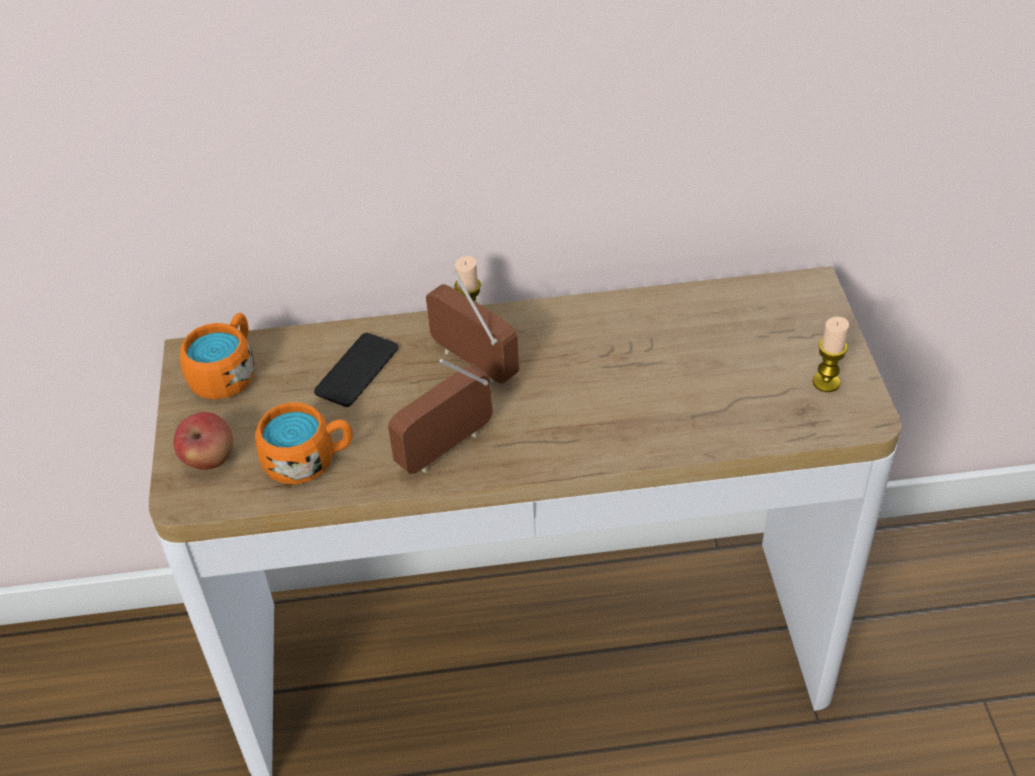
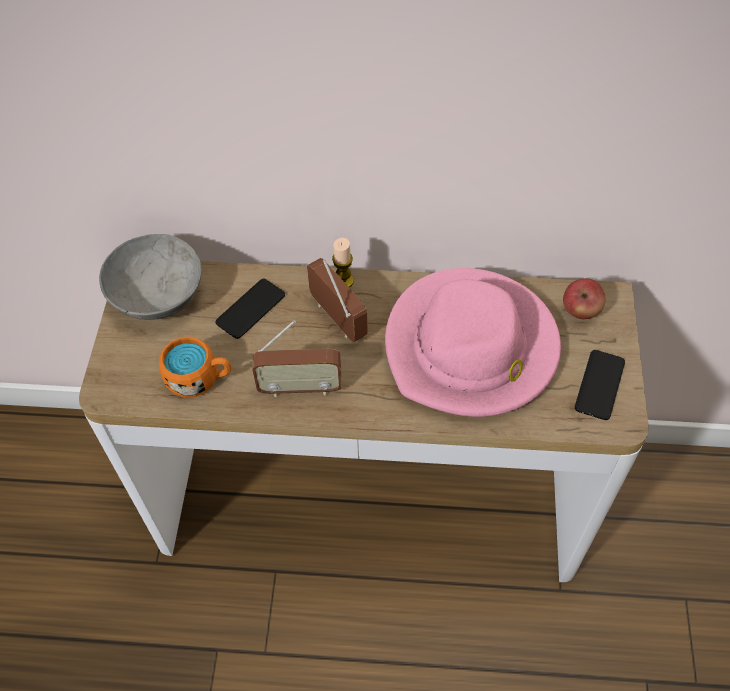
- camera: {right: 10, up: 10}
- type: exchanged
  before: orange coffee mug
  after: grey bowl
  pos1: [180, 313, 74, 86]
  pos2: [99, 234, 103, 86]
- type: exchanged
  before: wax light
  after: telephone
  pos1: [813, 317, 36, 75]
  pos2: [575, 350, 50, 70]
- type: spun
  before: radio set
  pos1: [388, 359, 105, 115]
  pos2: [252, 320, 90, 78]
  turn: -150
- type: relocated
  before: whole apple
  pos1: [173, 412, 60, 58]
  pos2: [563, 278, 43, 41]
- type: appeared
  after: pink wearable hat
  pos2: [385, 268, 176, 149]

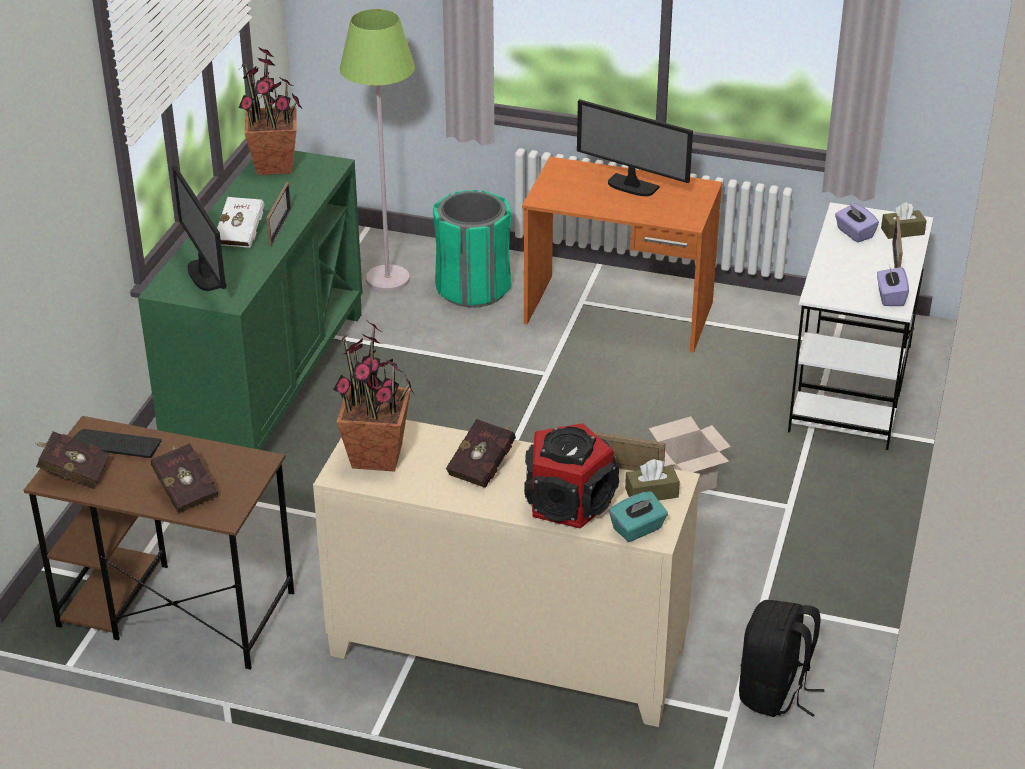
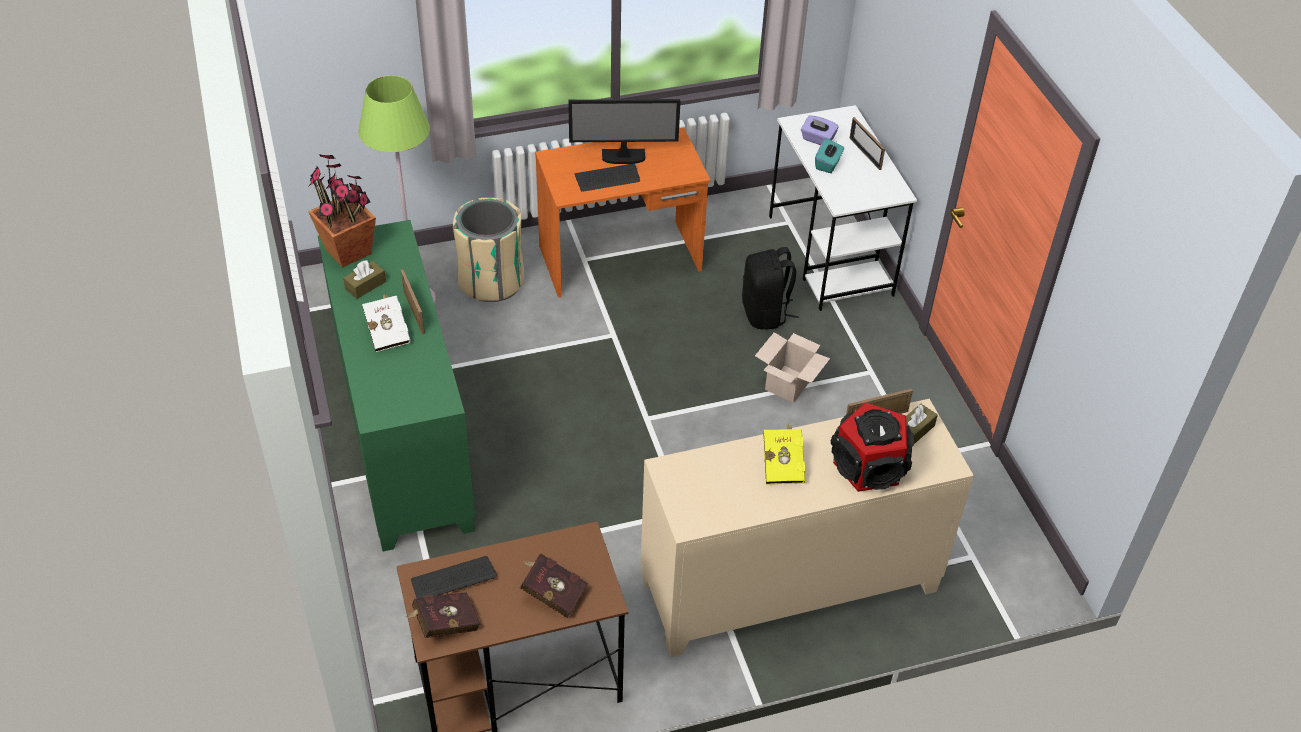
- camera: {right: -35, up: 10}
- type: missing
  before: computer screen
  pos1: [172, 165, 55, 126]
- type: colour
  before: greenish trash can
  after: beige-coloured trash can
  pos1: [433, 190, 78, 118]
  pos2: [453, 198, 71, 104]
- type: relocated
  before: brown tissue holder
  pos1: [881, 202, 46, 37]
  pos2: [343, 260, 43, 39]
- type: missing
  before: purple-coloured tissue holder
  pos1: [877, 264, 32, 42]
- type: missing
  before: potted plant
  pos1: [333, 323, 81, 149]
- type: colour
  before: reddish book
  after: yellow-coloured book
  pos1: [446, 419, 70, 69]
  pos2: [763, 423, 42, 62]
- type: relocated
  before: turquoise-coloured tissue holder
  pos1: [609, 491, 59, 51]
  pos2: [815, 138, 29, 35]
- type: relocated
  before: black knapsack
  pos1: [739, 600, 85, 117]
  pos2: [742, 247, 57, 82]
- type: appeared
  after: PC keyboard
  pos2: [575, 163, 65, 29]

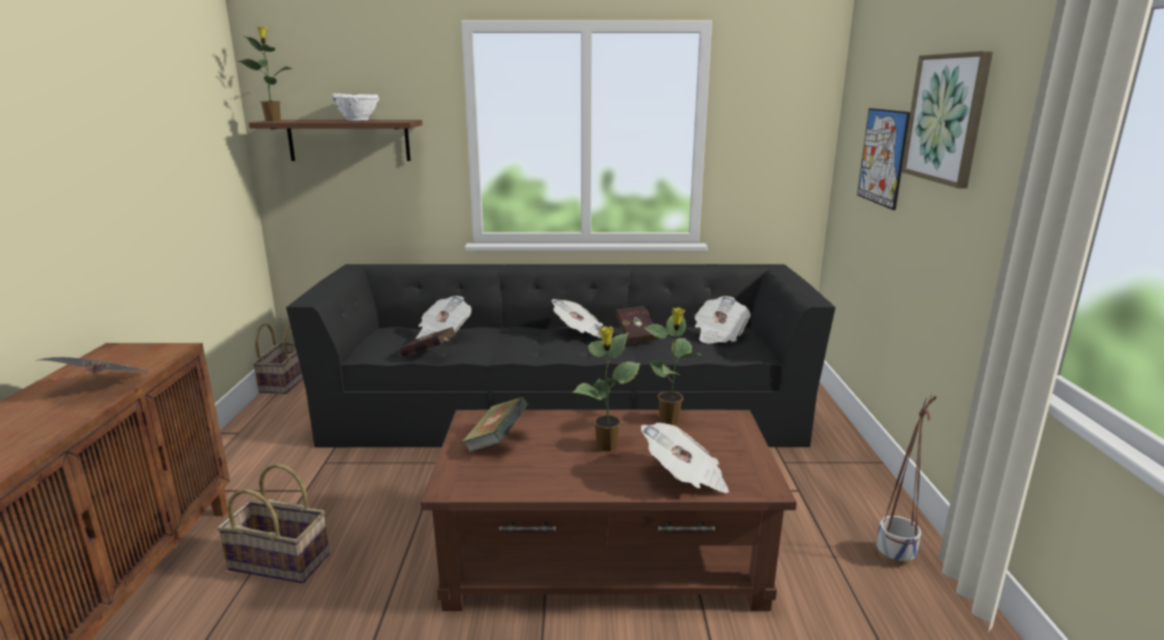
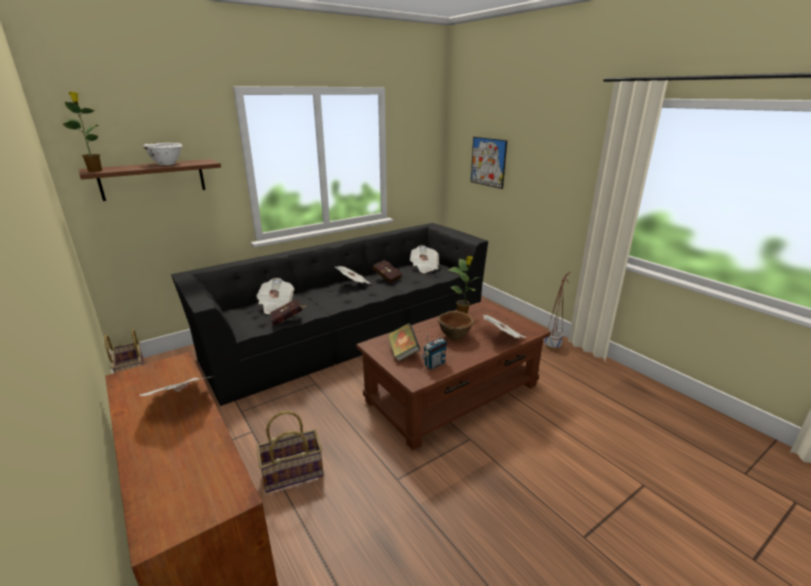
- camera: {right: -35, up: 5}
- type: missing
  before: picture
  pos1: [901, 51, 92, 137]
- type: exchanged
  before: potted plant
  after: brown bowl
  pos1: [573, 326, 67, 125]
  pos2: [438, 311, 36, 30]
- type: appeared
  after: radio set
  pos2: [421, 334, 26, 36]

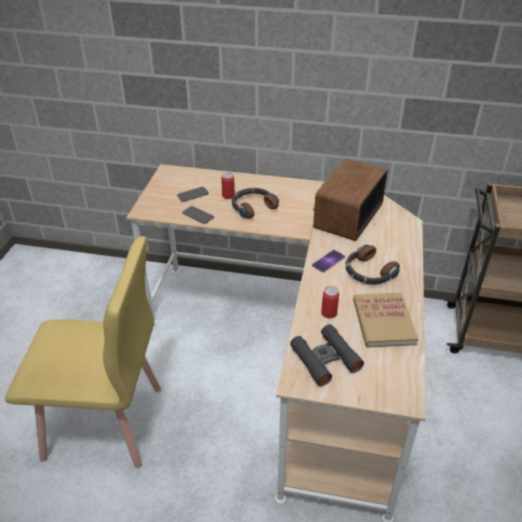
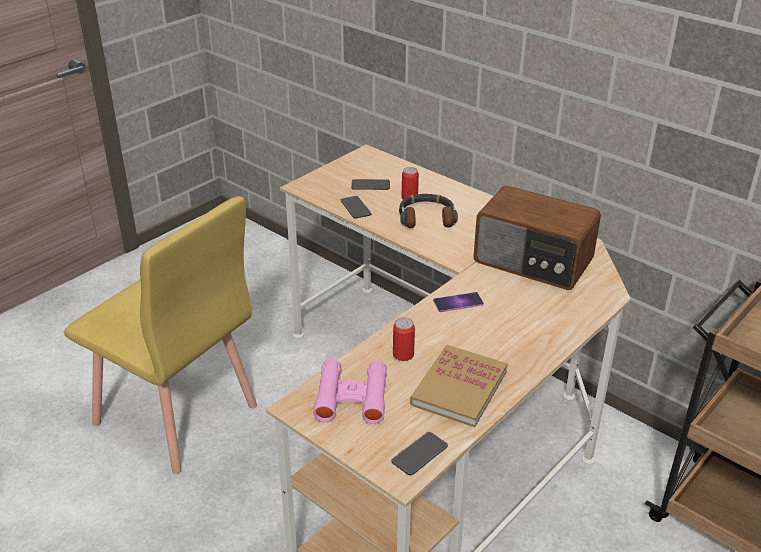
- camera: {right: 30, up: -5}
- type: spun
  before: radio set
  pos1: [313, 159, 75, 82]
  pos2: [473, 186, 128, 104]
  turn: -120
- type: missing
  before: pair of headphones
  pos1: [346, 244, 54, 41]
- type: colour
  before: black binoculars
  after: pink binoculars
  pos1: [290, 324, 74, 62]
  pos2: [313, 358, 74, 66]
- type: appeared
  after: telephone
  pos2: [391, 432, 57, 43]

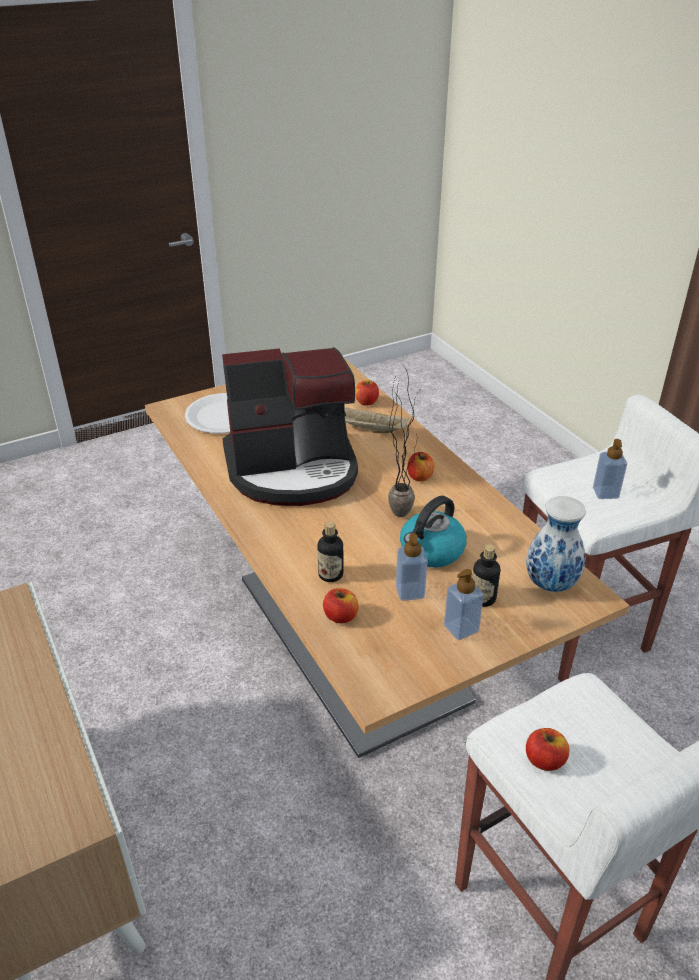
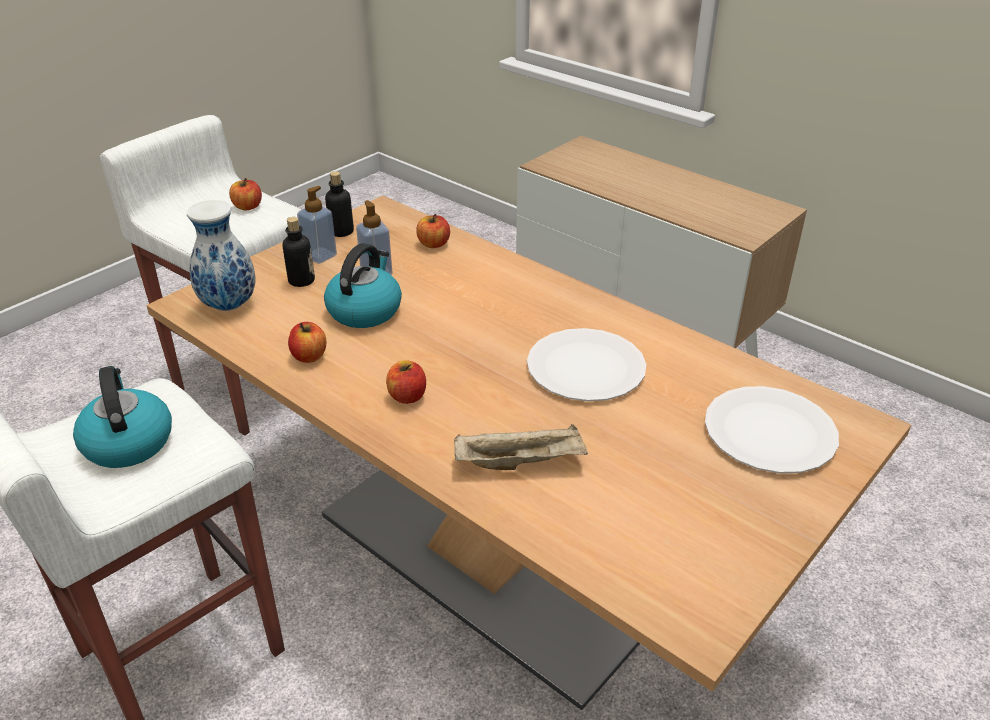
- camera: {right: 160, up: 0}
- type: exchanged
  before: coffee machine
  after: whitish dinner plate
  pos1: [222, 347, 136, 159]
  pos2: [527, 328, 119, 73]
- type: missing
  before: potted plant
  pos1: [388, 368, 31, 149]
- type: relocated
  before: whole apple
  pos1: [355, 380, 24, 25]
  pos2: [288, 322, 38, 41]
- type: exchanged
  before: soap dispenser
  after: water kettle
  pos1: [593, 439, 34, 60]
  pos2: [73, 366, 99, 102]
- type: relocated
  before: drink bottle
  pos1: [317, 521, 26, 61]
  pos2: [325, 171, 29, 66]

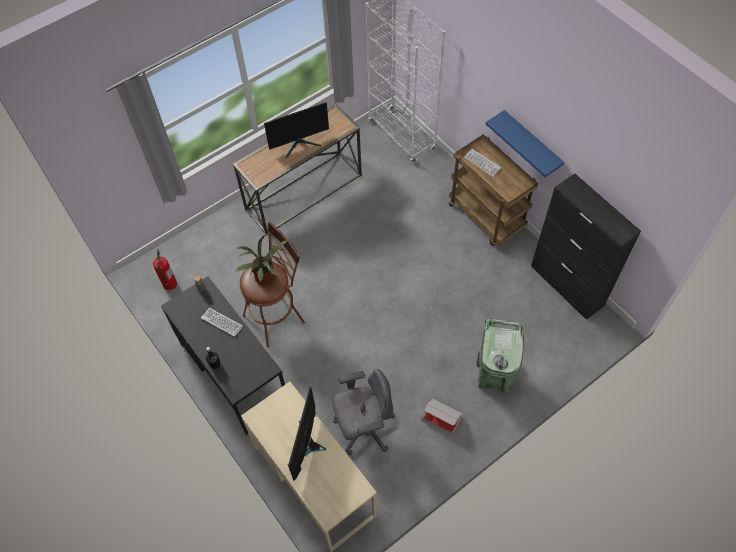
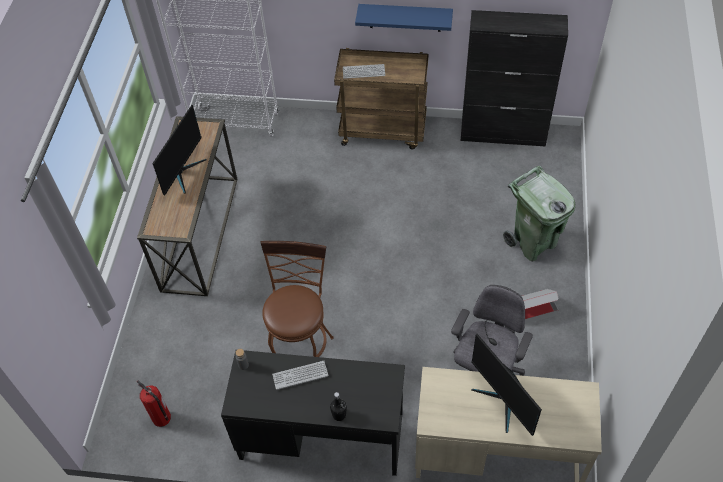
- camera: {right: -45, up: -5}
- type: missing
  before: potted plant
  pos1: [235, 233, 53, 53]

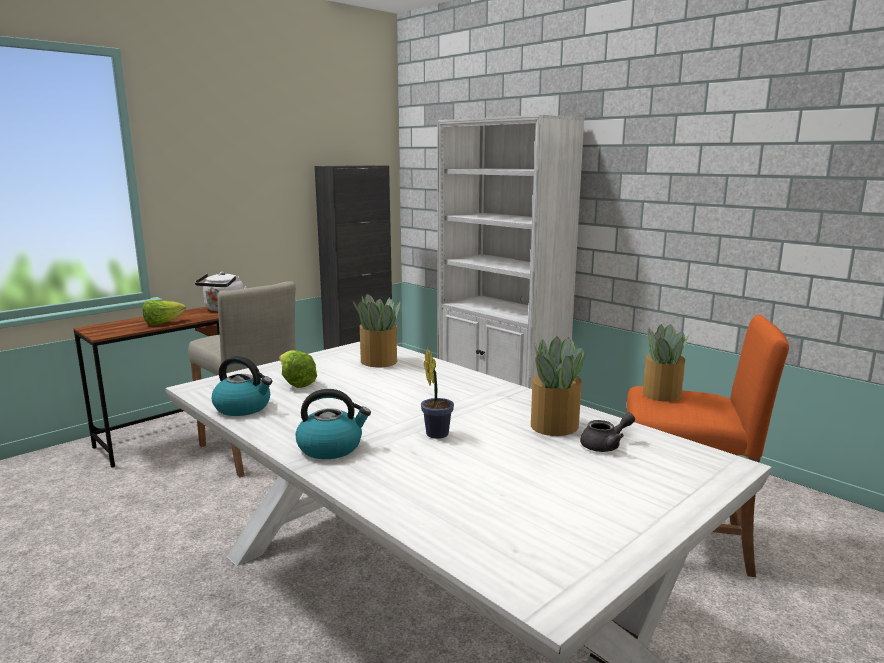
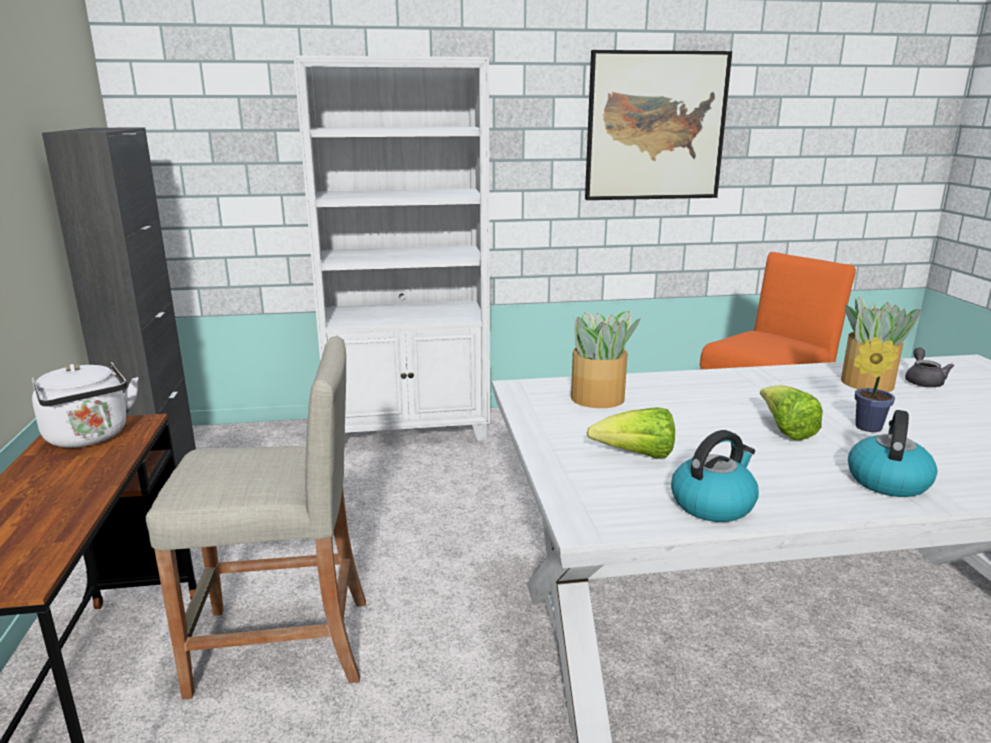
- camera: {right: -55, up: 5}
- type: relocated
  before: lettuce
  pos1: [142, 300, 44, 25]
  pos2: [760, 385, 63, 55]
- type: missing
  before: potted plant
  pos1: [643, 324, 47, 78]
- type: appeared
  after: picture
  pos2: [585, 50, 147, 150]

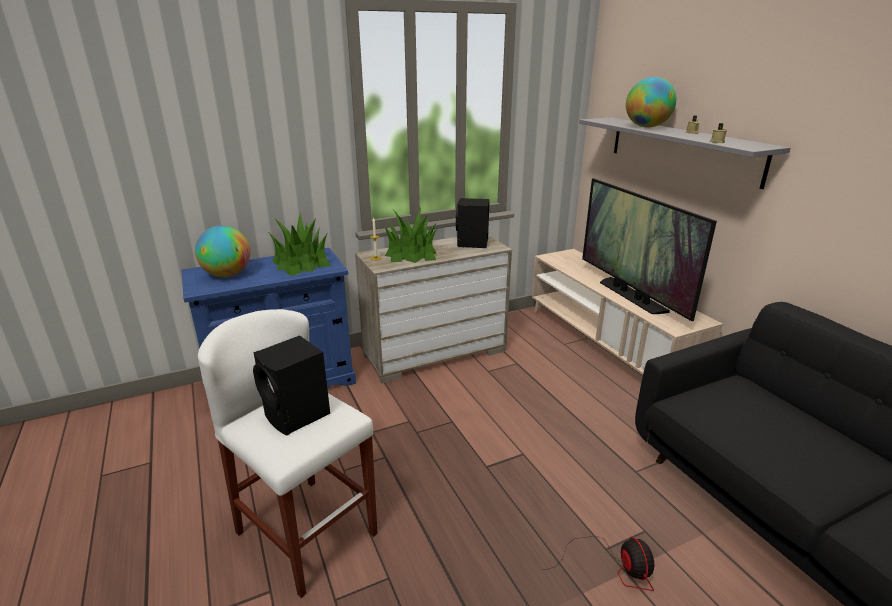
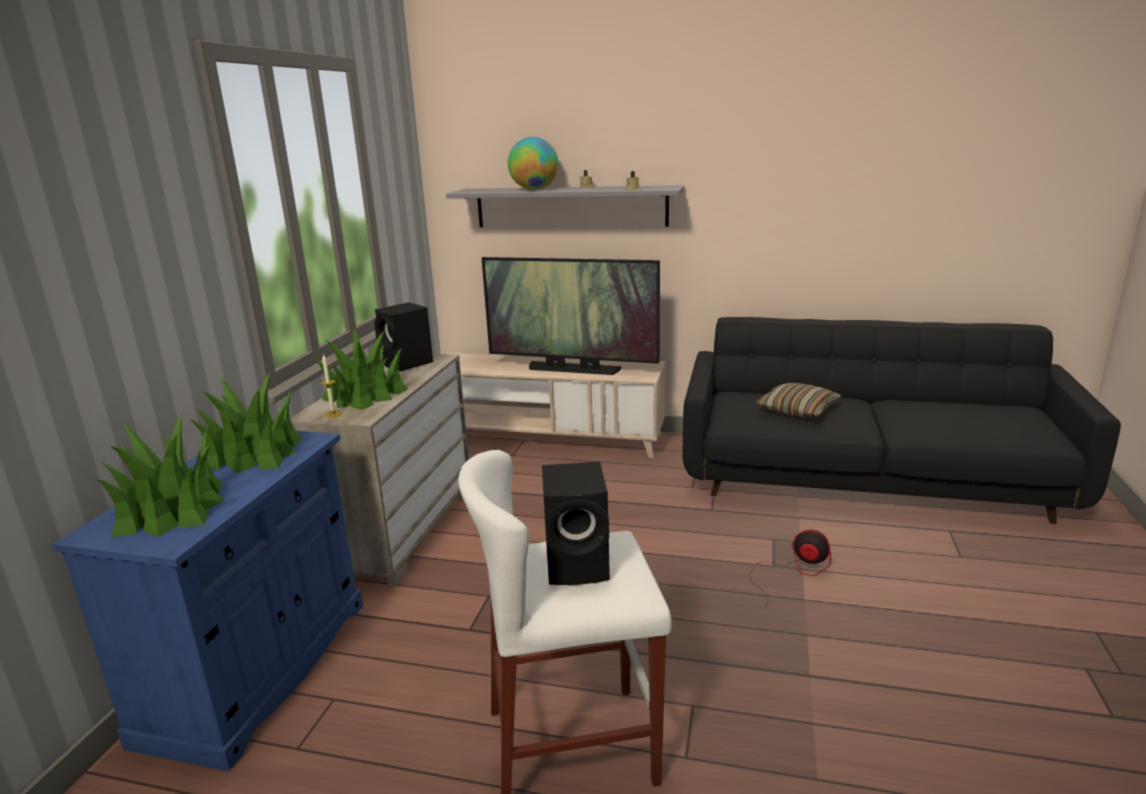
- camera: {right: -50, up: -5}
- type: exchanged
  before: world globe
  after: potted plant
  pos1: [195, 226, 56, 51]
  pos2: [96, 412, 128, 125]
- type: appeared
  after: cushion
  pos2: [756, 383, 86, 34]

